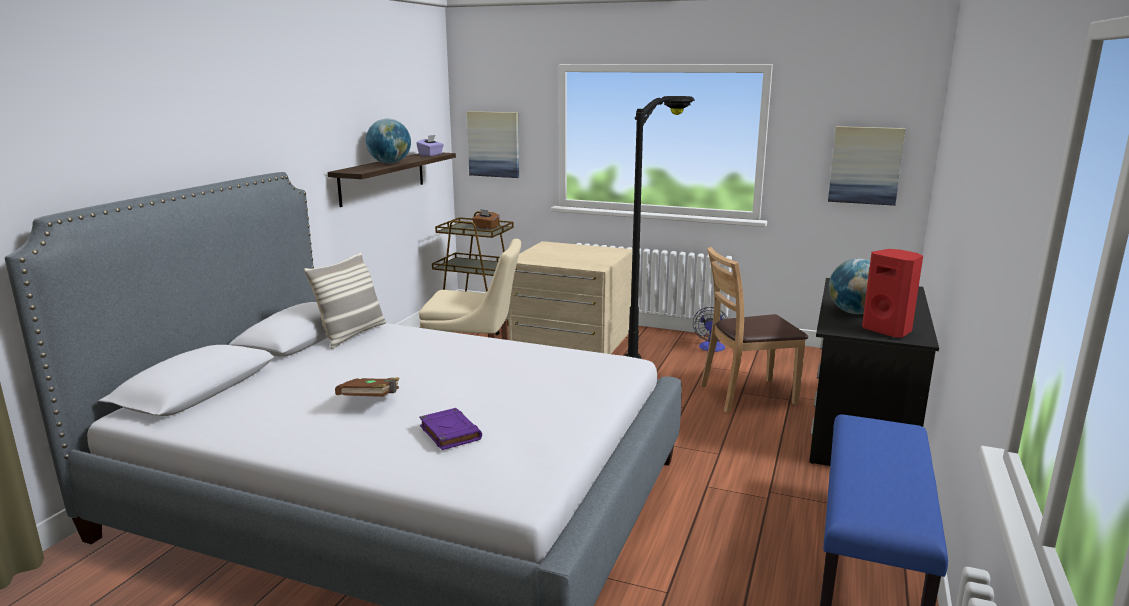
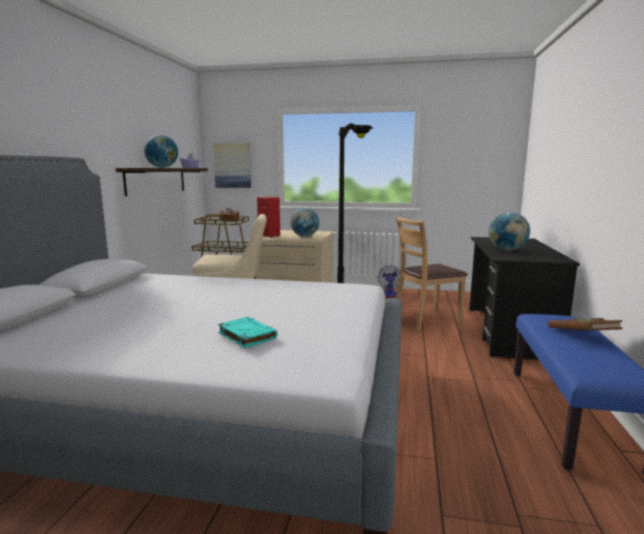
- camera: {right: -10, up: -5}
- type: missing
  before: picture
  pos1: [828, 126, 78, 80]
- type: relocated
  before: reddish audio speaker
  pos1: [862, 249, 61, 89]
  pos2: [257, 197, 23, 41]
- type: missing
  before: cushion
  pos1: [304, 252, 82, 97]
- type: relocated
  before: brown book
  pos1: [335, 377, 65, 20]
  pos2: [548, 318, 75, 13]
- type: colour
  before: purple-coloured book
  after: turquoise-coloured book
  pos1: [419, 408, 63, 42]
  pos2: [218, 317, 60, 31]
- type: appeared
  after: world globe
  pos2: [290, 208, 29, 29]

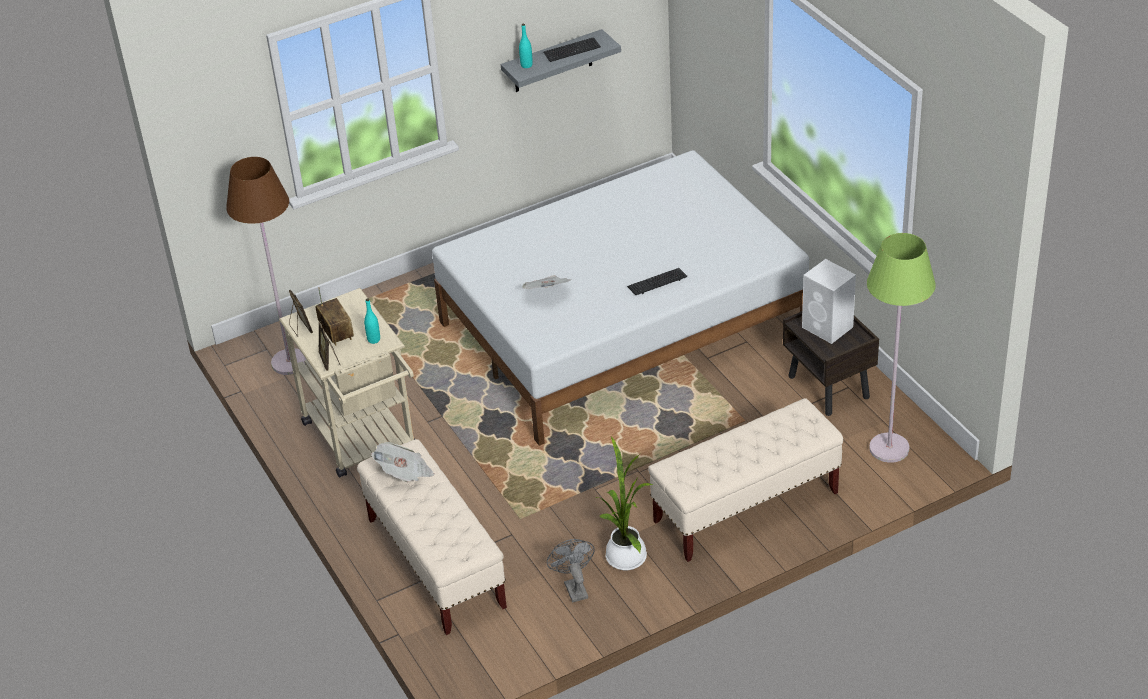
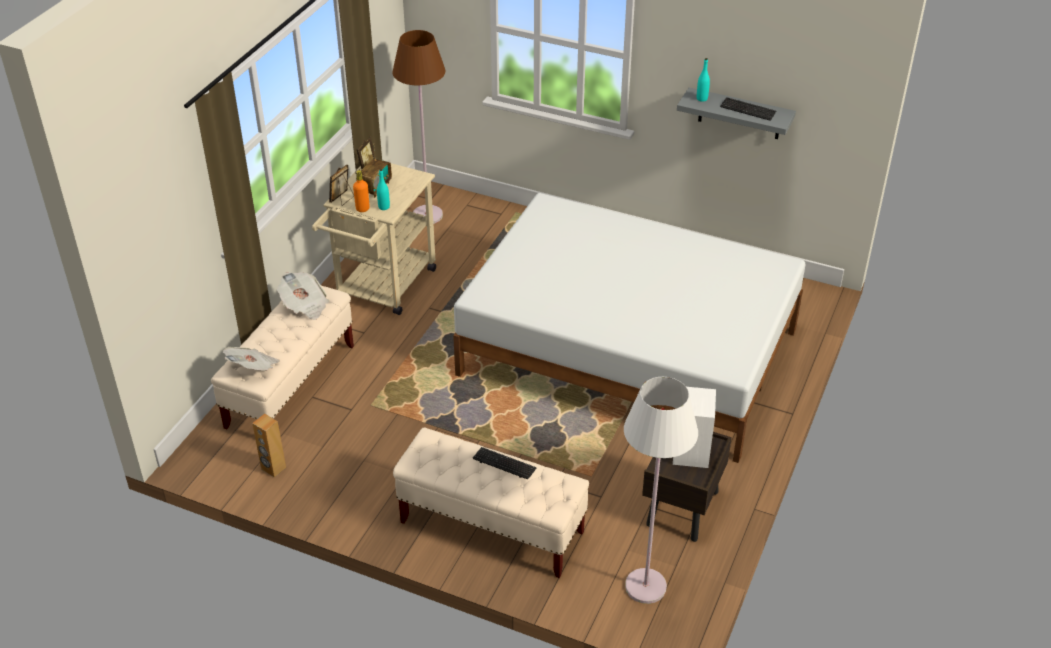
- camera: {right: 50, up: 0}
- type: colour
  before: greenish standard lamp
  after: whitish standard lamp
  pos1: [867, 233, 69, 230]
  pos2: [624, 377, 74, 227]
- type: relocated
  before: PC keyboard
  pos1: [627, 268, 60, 27]
  pos2: [473, 447, 64, 33]
- type: relocated
  before: newspaper
  pos1: [522, 275, 50, 14]
  pos2: [223, 347, 57, 24]
- type: missing
  before: potted plant
  pos1: [596, 437, 58, 133]
- type: missing
  before: grey cooling fan
  pos1: [547, 539, 48, 63]
- type: appeared
  after: orange drink bottle
  pos2: [353, 170, 17, 42]
- type: appeared
  after: brown audio speaker
  pos2: [252, 414, 34, 64]

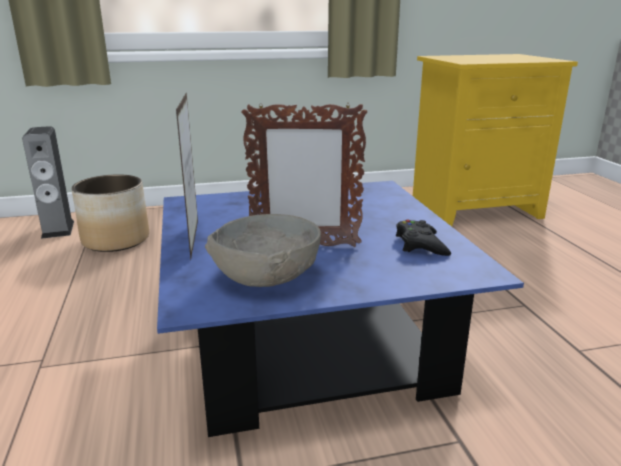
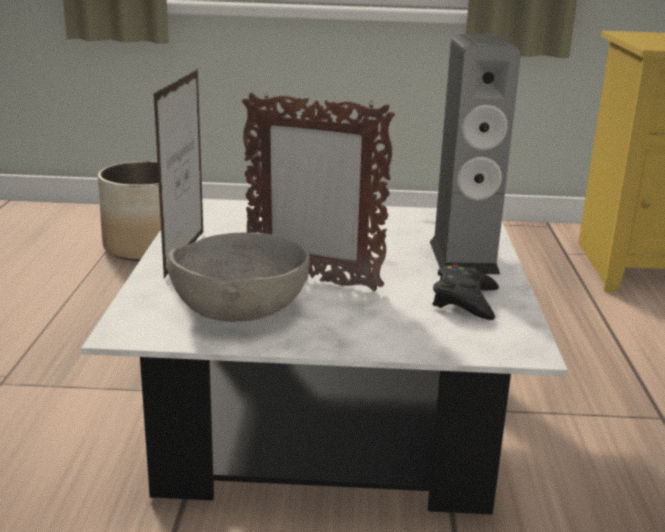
- camera: {right: 15, up: 0}
- type: relocated
  before: audio speaker
  pos1: [22, 126, 52, 113]
  pos2: [430, 33, 91, 241]
- type: colour
  before: blue lounge table
  after: whitish lounge table
  pos1: [157, 181, 367, 256]
  pos2: [81, 199, 487, 316]

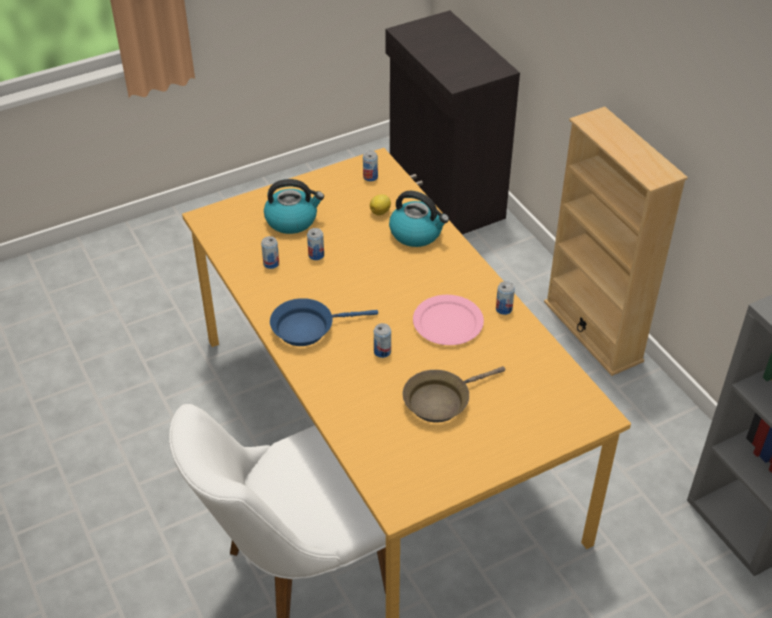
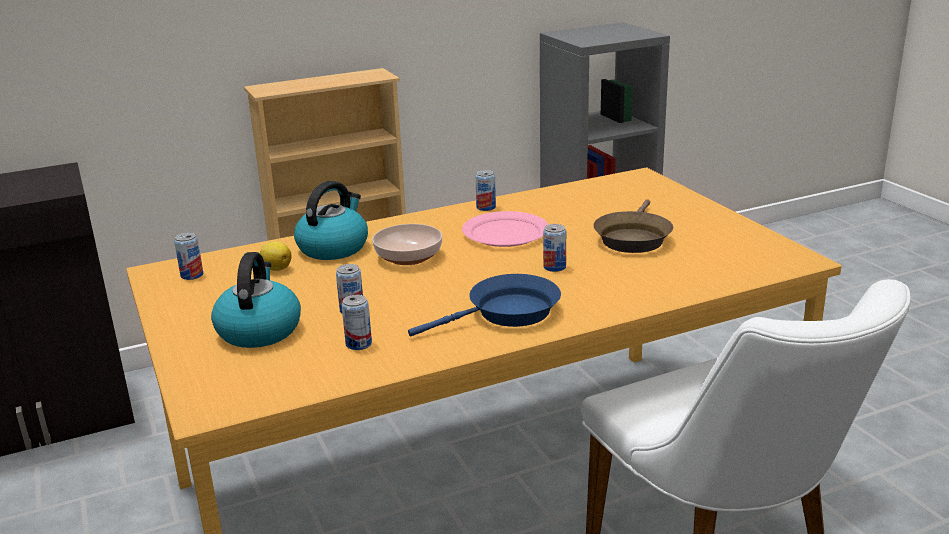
- camera: {right: -85, up: -20}
- type: spun
  before: blue skillet
  pos1: [270, 298, 108, 48]
  pos2: [408, 274, 153, 63]
  turn: -105
- type: spun
  before: brown skillet
  pos1: [403, 366, 102, 57]
  pos2: [593, 199, 80, 54]
  turn: 45
- type: appeared
  after: bowl
  pos2: [372, 224, 70, 41]

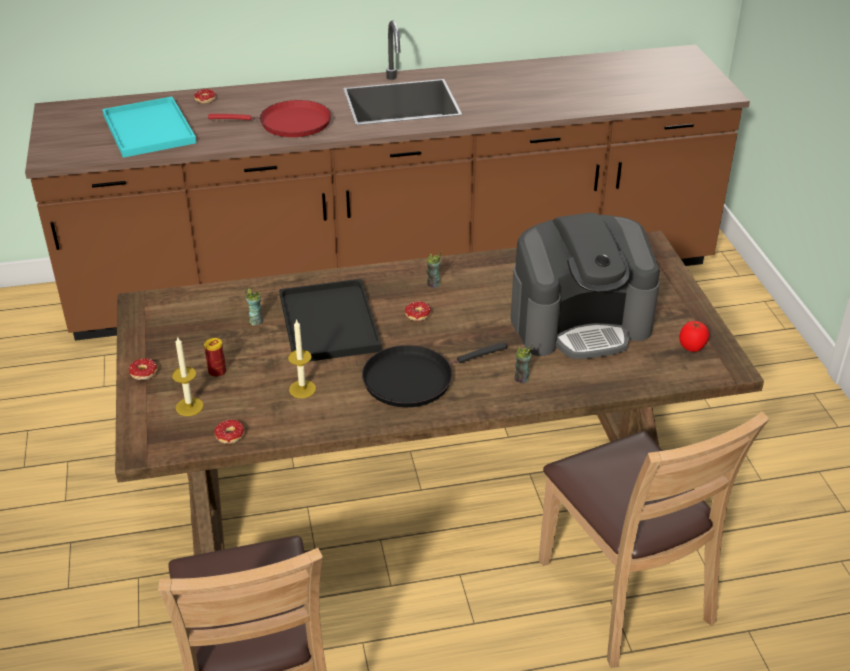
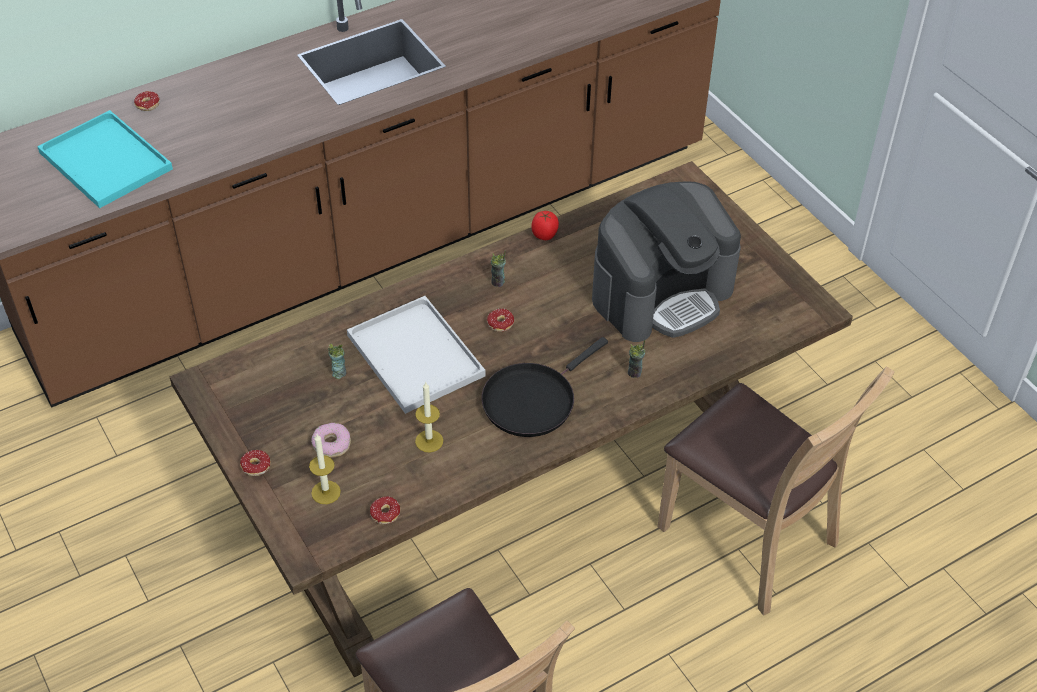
- camera: {right: -20, up: 10}
- type: missing
  before: reddish skillet
  pos1: [208, 100, 123, 37]
- type: colour
  before: black serving tray
  after: whitish serving tray
  pos1: [279, 279, 103, 83]
  pos2: [347, 296, 139, 118]
- type: relocated
  before: fresh tomato
  pos1: [679, 321, 30, 31]
  pos2: [532, 211, 27, 29]
- type: exchanged
  before: sealed can
  after: ring doughnut
  pos1: [204, 338, 22, 39]
  pos2: [311, 423, 40, 35]

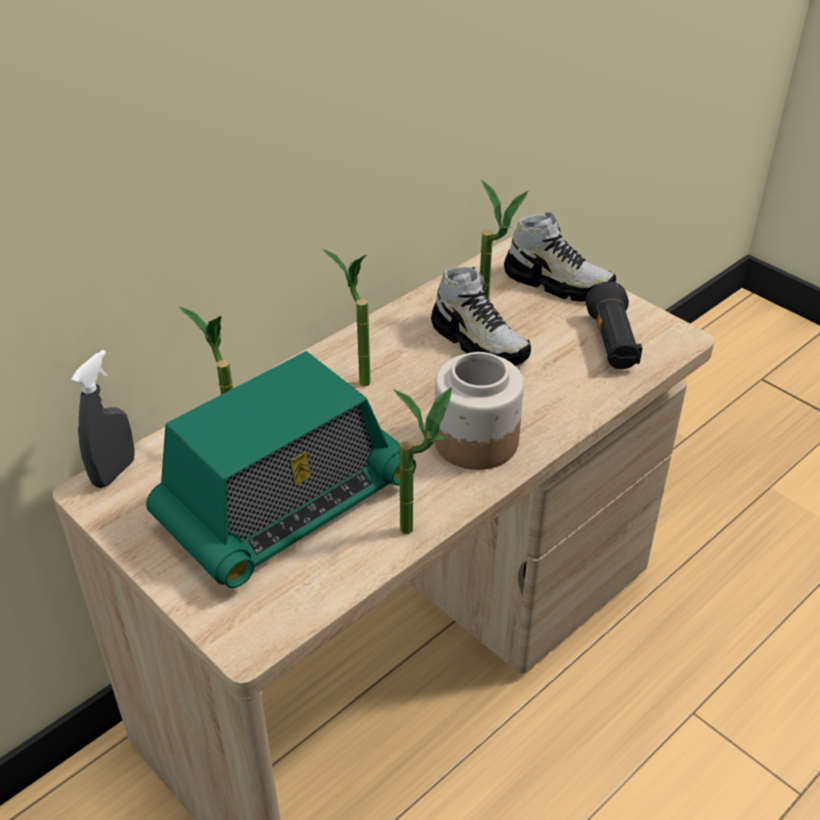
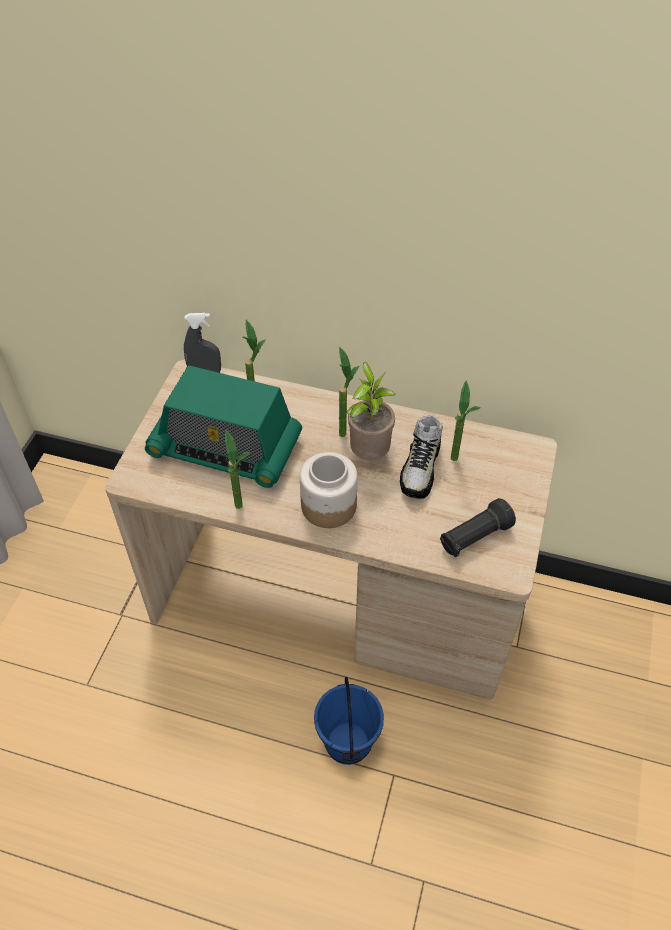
- camera: {right: 60, up: 10}
- type: missing
  before: item of footwear
  pos1: [504, 212, 112, 90]
- type: appeared
  after: potted plant
  pos2: [346, 362, 50, 98]
- type: appeared
  after: blue water bucket
  pos2: [314, 677, 70, 88]

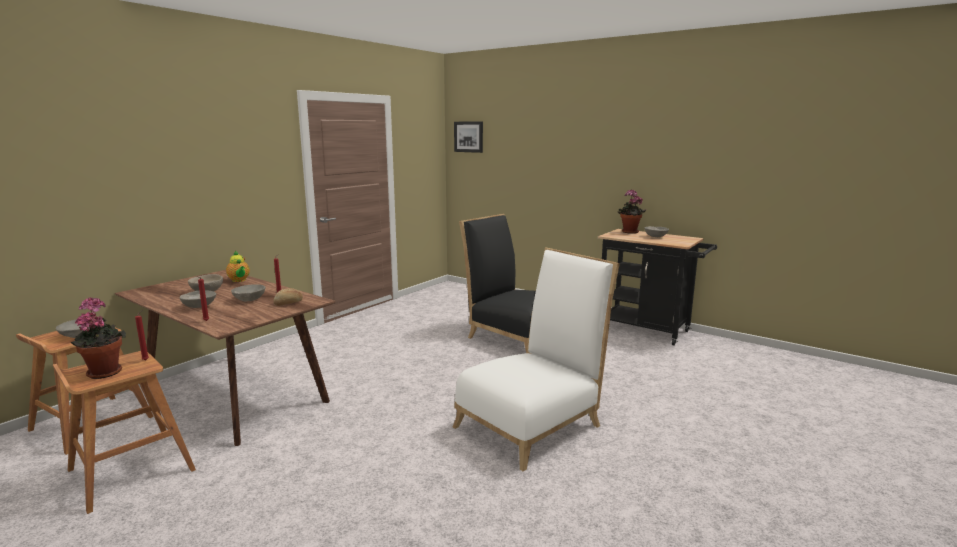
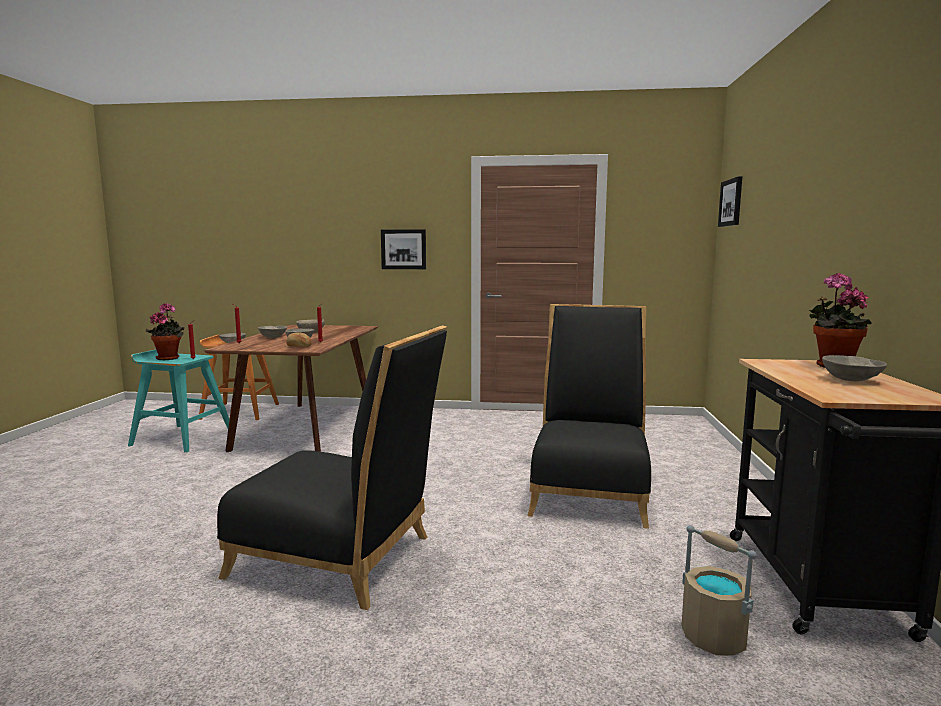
- camera: {right: 60, up: -5}
- type: colour
  before: whitish plain chair
  after: black plain chair
  pos1: [453, 247, 167, 224]
  pos2: [217, 325, 230, 285]
- type: missing
  before: pot for tea
  pos1: [226, 251, 24, 31]
- type: colour
  before: brown sitting stool
  after: turquoise-coloured sitting stool
  pos1: [53, 351, 143, 163]
  pos2: [128, 349, 101, 103]
- type: appeared
  after: picture
  pos2: [381, 229, 45, 40]
- type: appeared
  after: beige-coloured water bucket
  pos2: [681, 525, 76, 131]

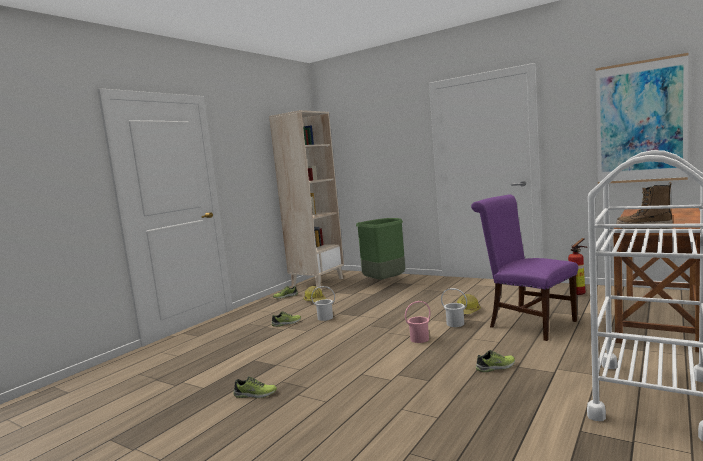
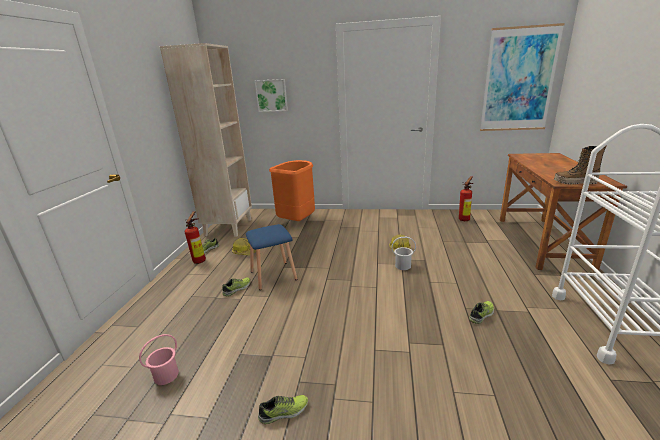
- camera: {right: -25, up: 15}
- type: missing
  before: purple-coloured plain chair
  pos1: [471, 194, 107, 147]
- type: colour
  before: greenish trash can
  after: orange trash can
  pos1: [356, 218, 49, 62]
  pos2: [269, 160, 46, 61]
- type: exchanged
  before: whitish water bucket
  after: blue sitting stool
  pos1: [311, 286, 24, 35]
  pos2: [246, 224, 51, 66]
- type: relocated
  before: pink water bucket
  pos1: [405, 301, 26, 42]
  pos2: [139, 334, 40, 51]
- type: appeared
  after: picture
  pos2: [255, 79, 33, 33]
- type: appeared
  after: extinguisher
  pos2: [185, 212, 21, 52]

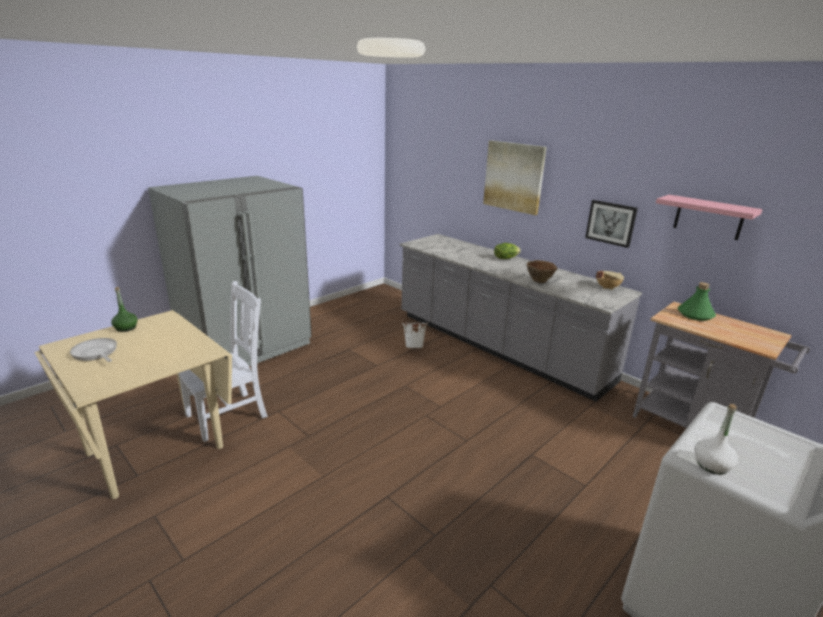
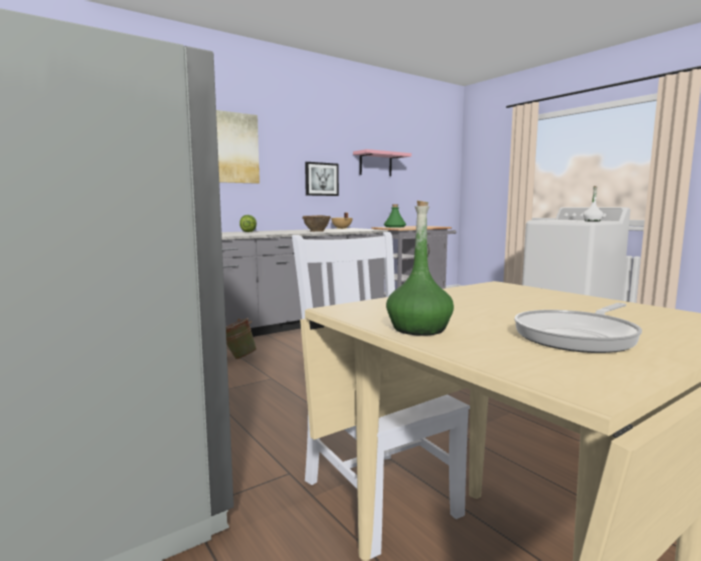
- camera: {right: -80, up: -15}
- type: colour
  before: whitish water bucket
  after: greenish water bucket
  pos1: [402, 322, 26, 26]
  pos2: [226, 318, 31, 42]

